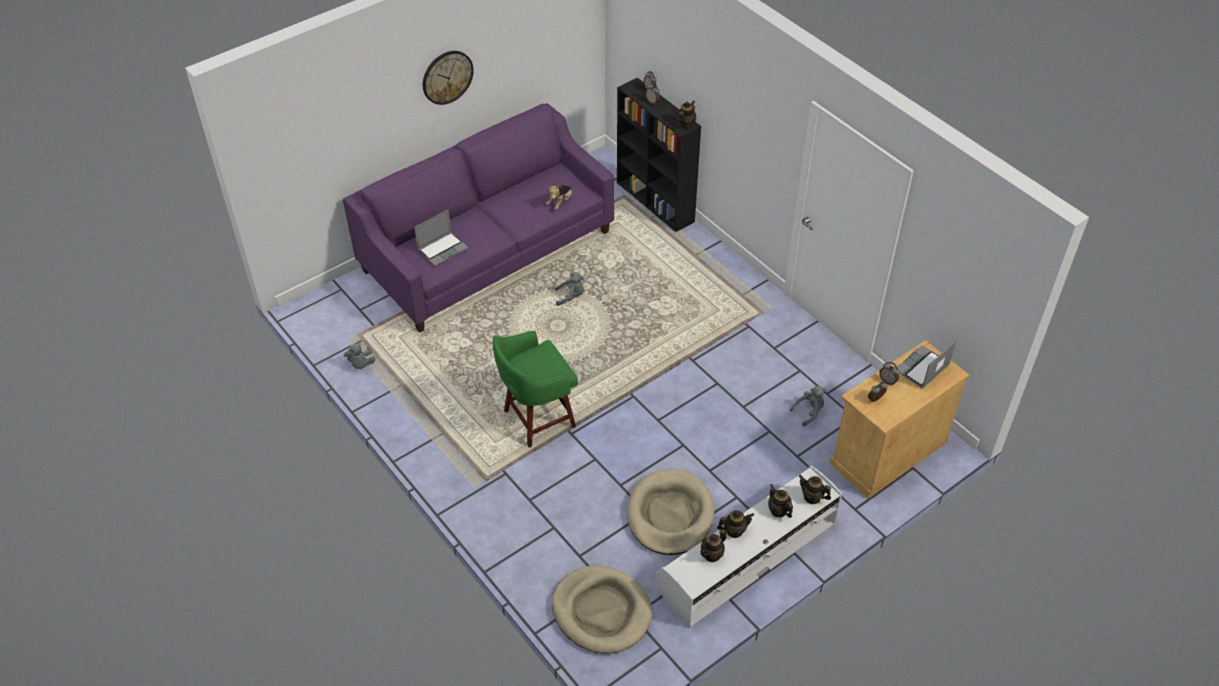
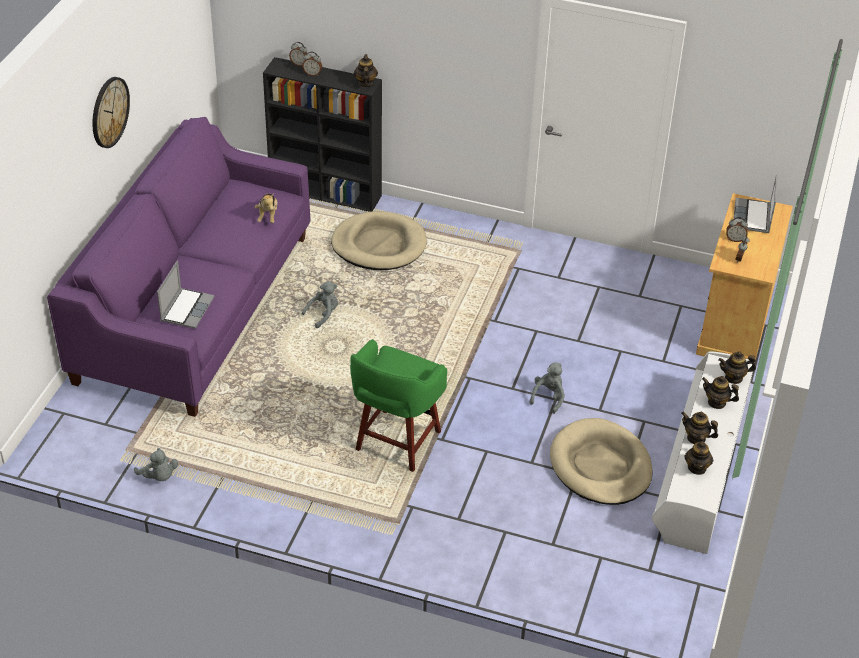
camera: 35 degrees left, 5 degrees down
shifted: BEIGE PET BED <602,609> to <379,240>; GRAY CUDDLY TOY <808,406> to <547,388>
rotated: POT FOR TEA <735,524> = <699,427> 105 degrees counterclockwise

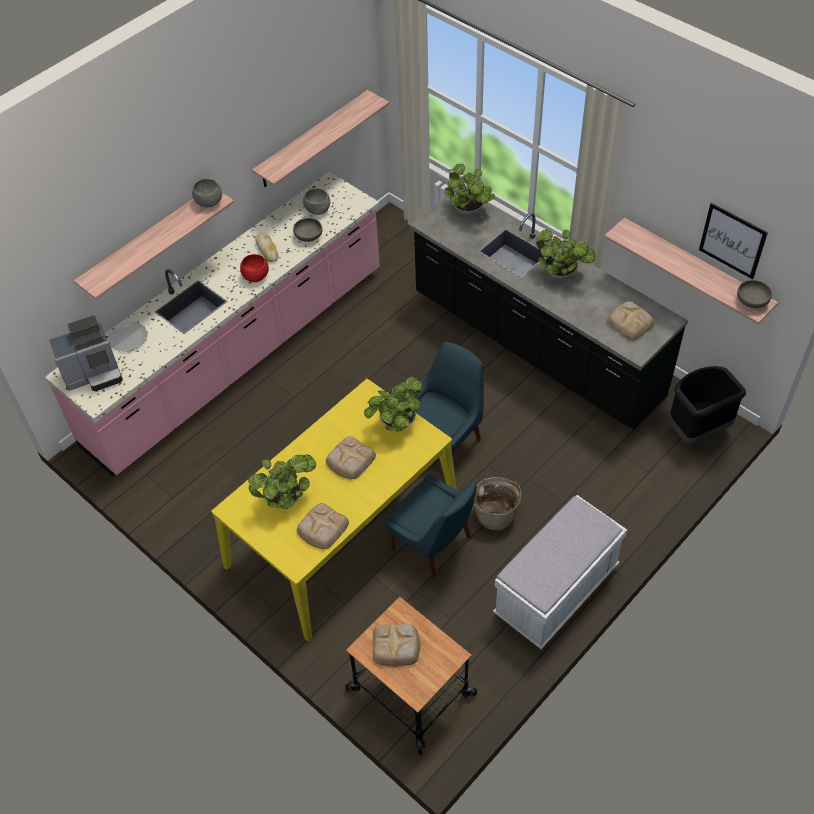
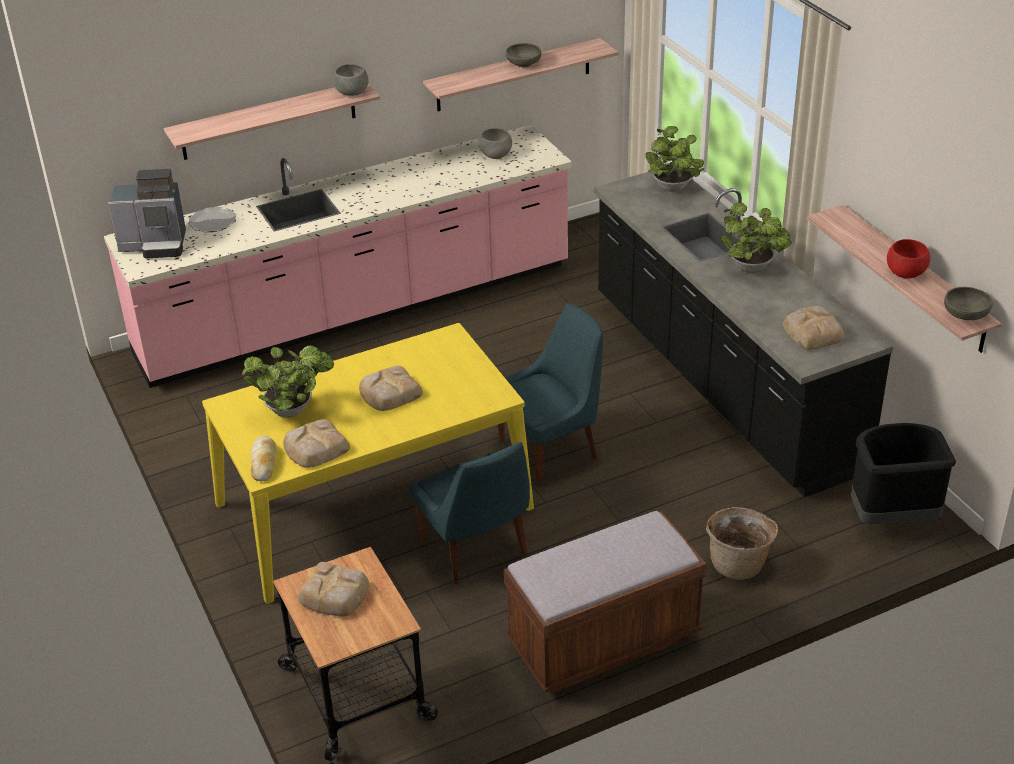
camera: 20 degrees right, 15 degrees down
gone: POTTED PLANT <393,404>; WALL PICTURE <733,241>
shifted: RED SERVING BOWL <254,268> to <908,259>; BAKERY BREAD <267,247> to <263,458>; GRAY SERVING BOWL <307,230> to <523,55>; BASKET <497,503> to <742,543>
repainted: WHITE-COLOURED BENCH <560,572> to BROWNISH BENCH <605,602>

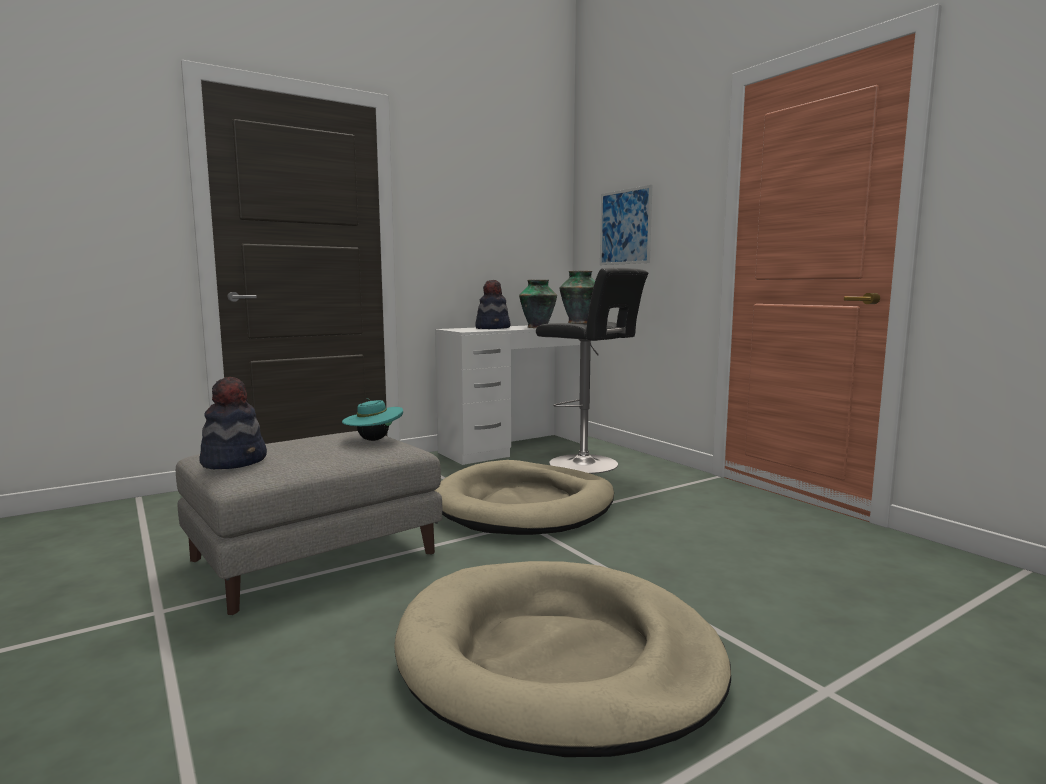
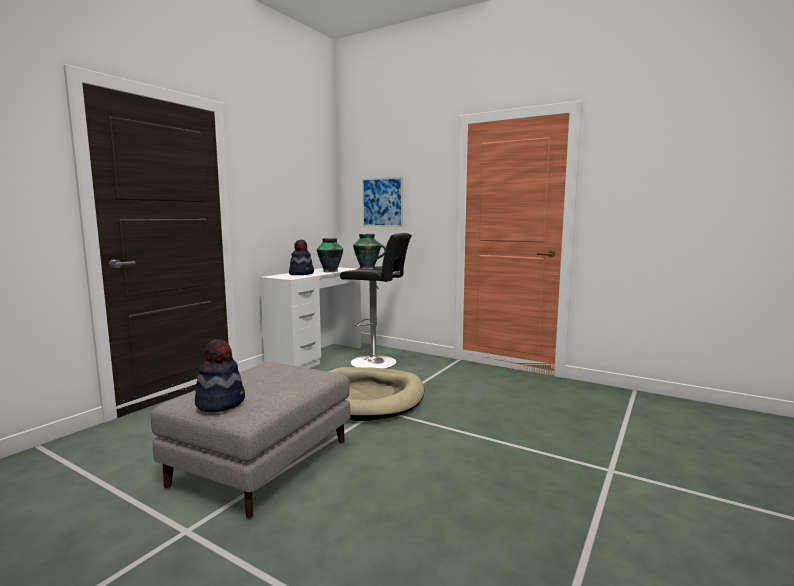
camera: 25 degrees left, 0 degrees up
gone: BLUE-GREEN HAT <372,419>; BEIGE PET BED <562,659>

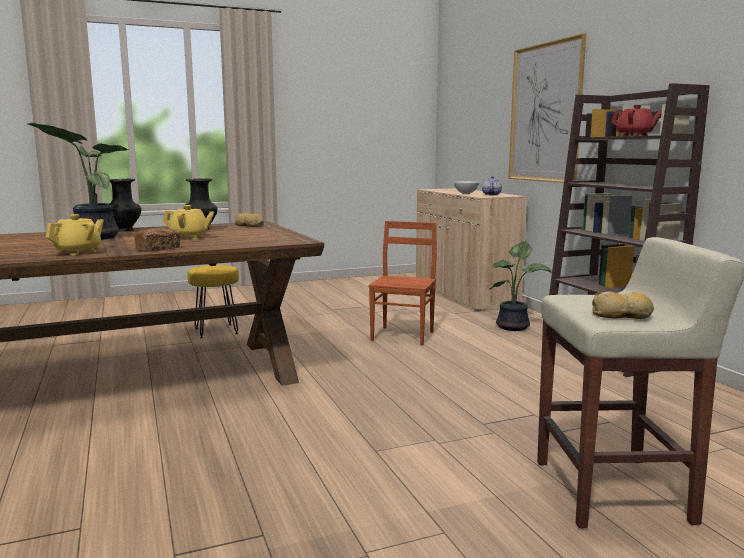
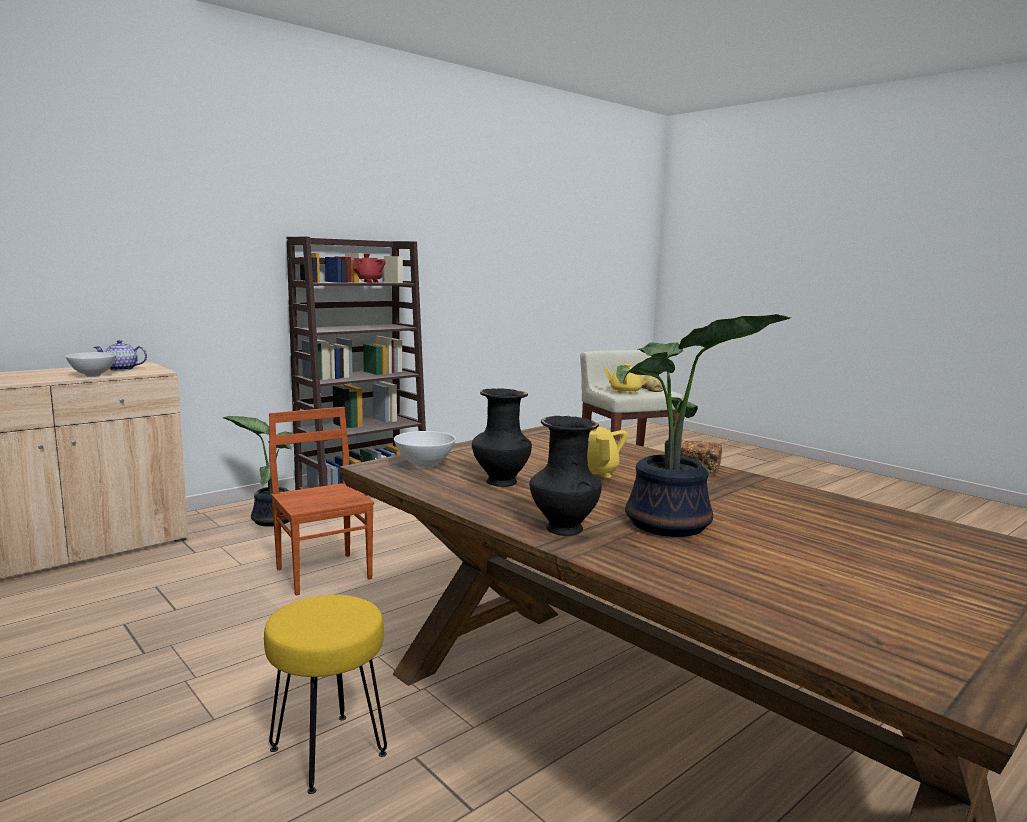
camera: 110 degrees left, 0 degrees up
gone: WALL PICTURE <547,108>
shifted: YELLOWISH POT FOR TEA <75,234> to <626,379>
swapped: BAKERY BREAD <249,220> to WHITE-COLOURED SERVING BOWL <425,450>
rotated: BROWNISH CHAIR <402,283> = <321,501> 60 degrees clockwise

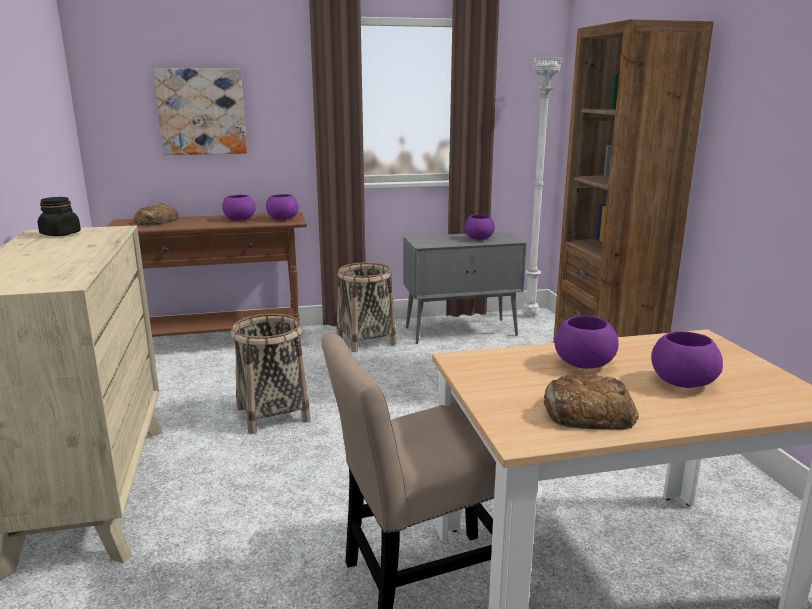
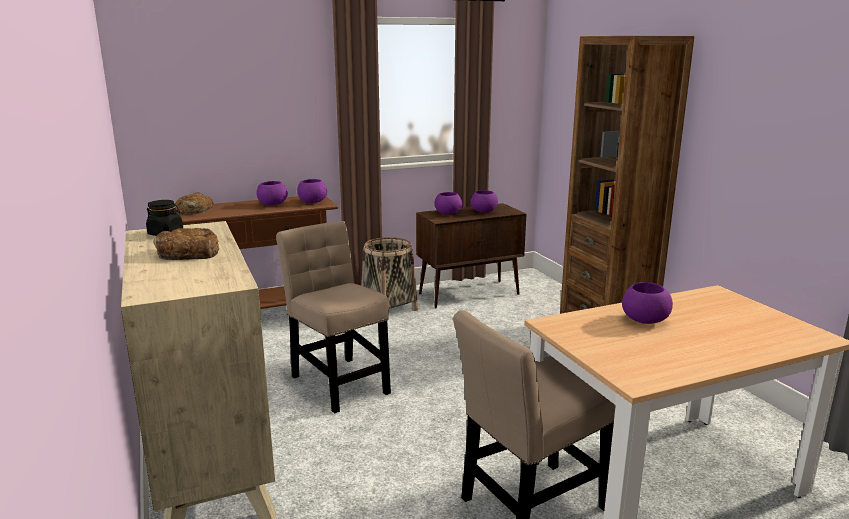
camera: 10 degrees left, 0 degrees up
gone: WALL PICTURE <200,111>; WHITE-COLOURED STANDARD LAMP <543,187>
shifted: BAKERY BREAD <591,402> to <186,244>; PURPLISH SERVING BOWL <687,359> to <448,203>
swapped: BASKET <270,374> to BEIGE CHAIR <333,317>
repainted: GRAY CUPBOARD <464,287> to BROWNISH CUPBOARD <471,255>

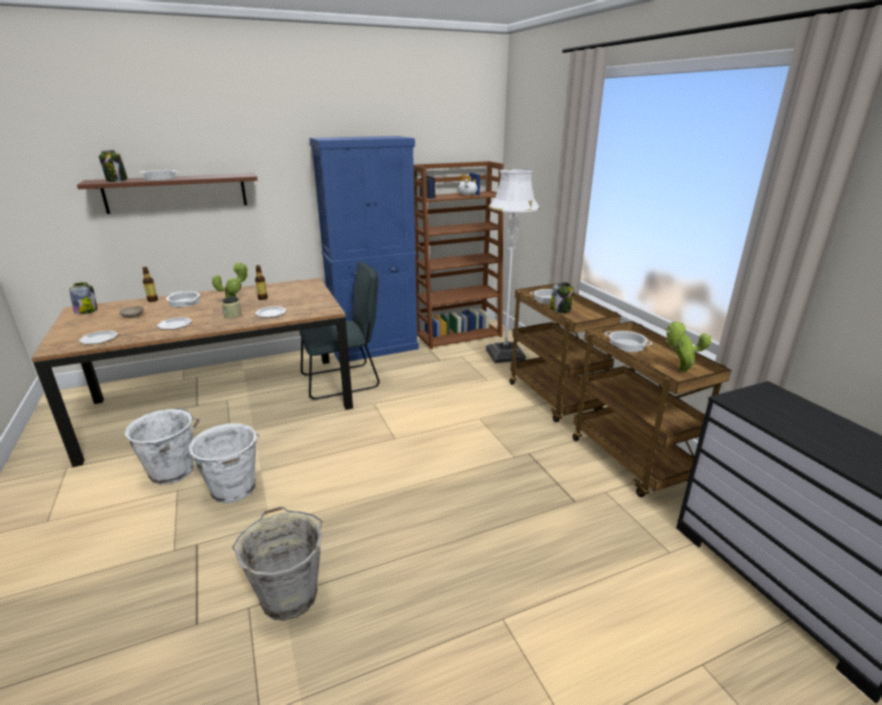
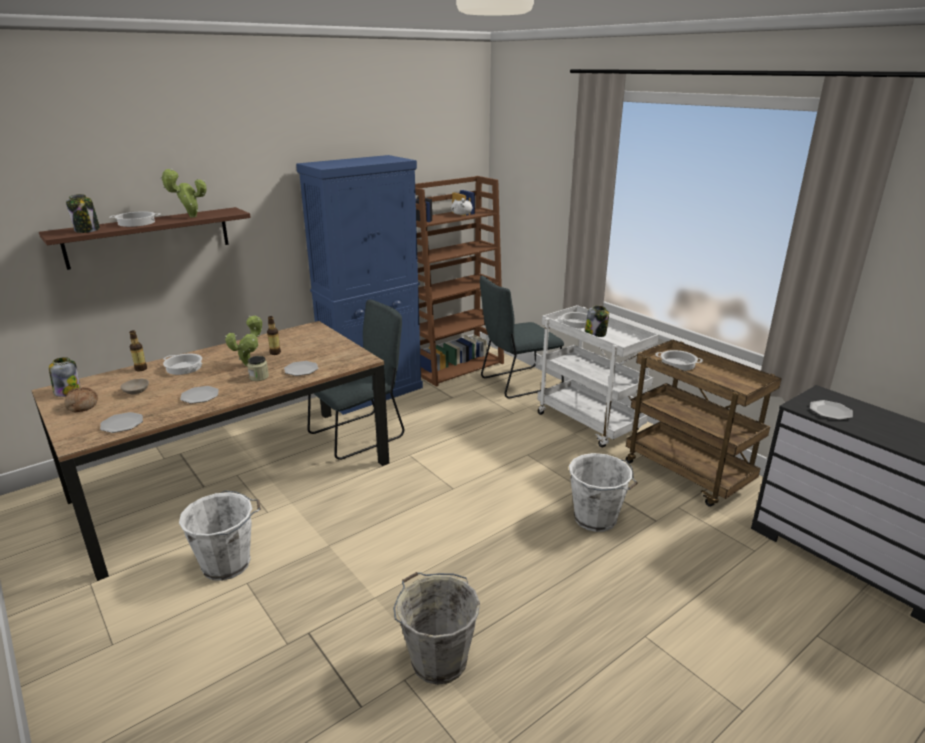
camera: 15 degrees left, 0 degrees up
new: BAKERY BREAD <81,399>; PLATE <831,410>
shifted: WHITE-COLOURED BUCKET <223,463> to <603,492>; POTTED PLANT <689,347> to <183,193>
swapped: WHITE-COLOURED STANDARD LAMP <513,266> to GRAY CHAIR <522,337>
repainted: BROWNISH CART <565,353> to WHITE-COLOURED CART <598,376>

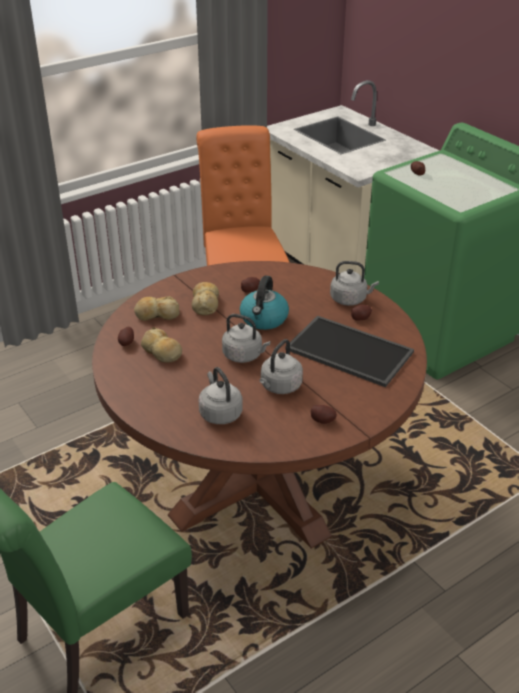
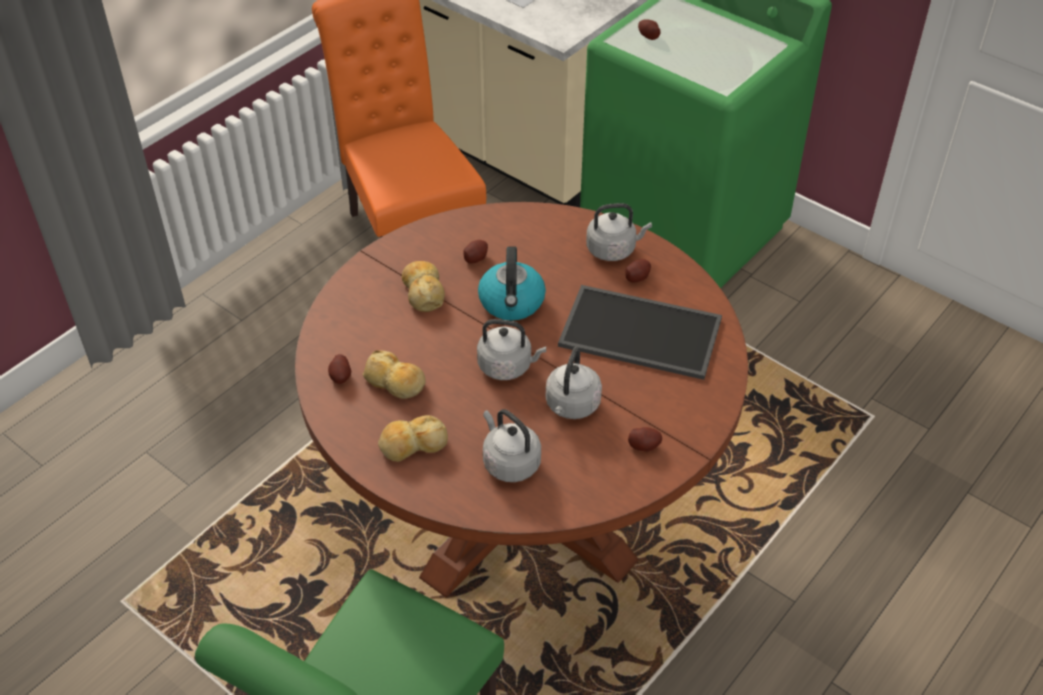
camera: 15 degrees left, 10 degrees up
shifted: BAKERY BREAD <156,308> to <413,438>

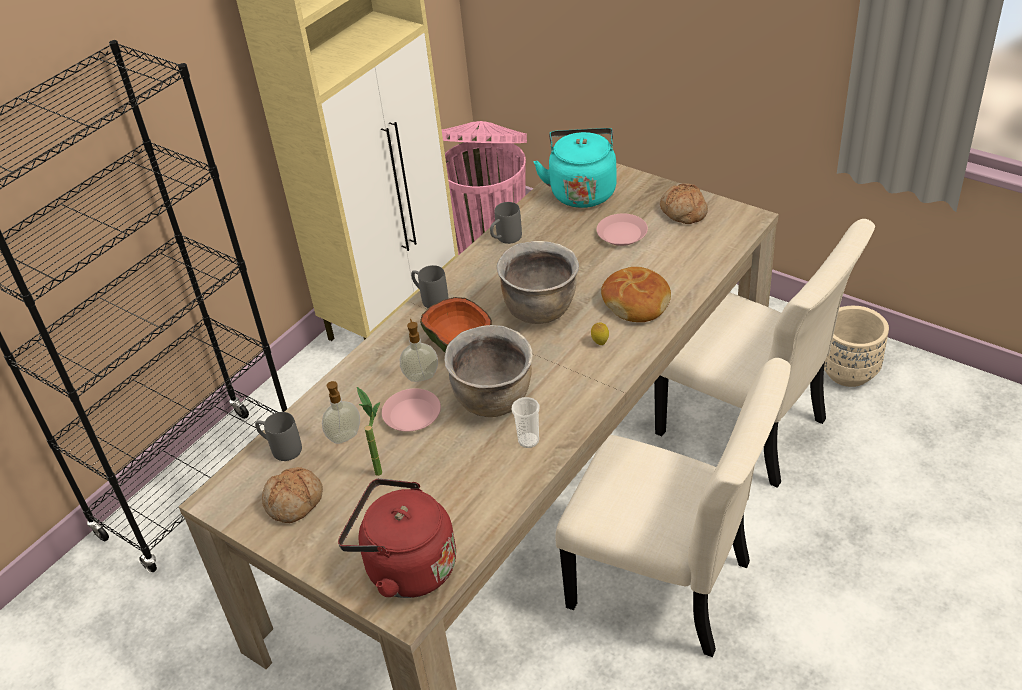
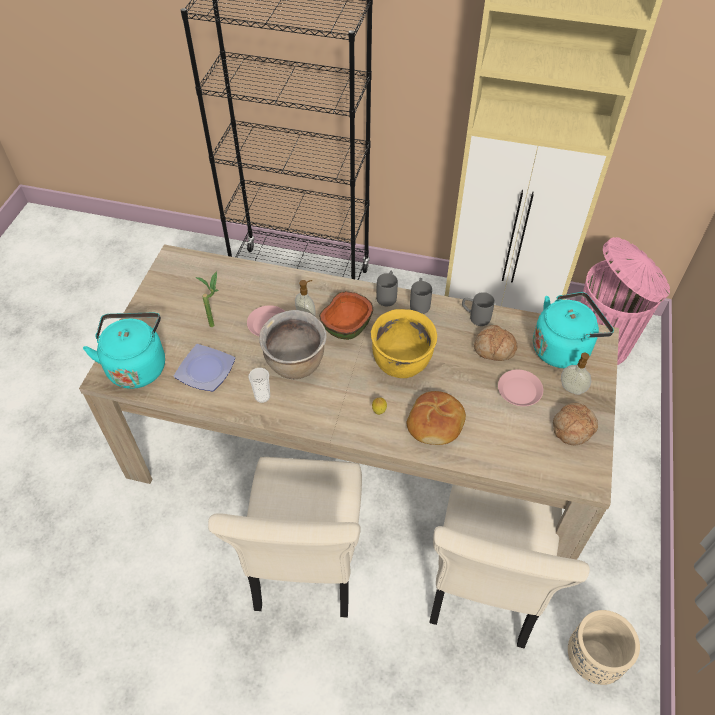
camera: 65 degrees right, 10 degrees up
new: PLATE <204,368>
shifted: GRAY TEA MUG <278,436> to <421,296>; BAKERY BREAD <292,495> to <495,343>; SOAP BOTTLE <341,412> to <576,374>
repainted: RED WATER KETTLE <397,538> to BLUE-GREEN WATER KETTLE <124,351>; BROWNISH SAUCEPOT <538,282> to YELLOWISH SAUCEPOT <404,343>

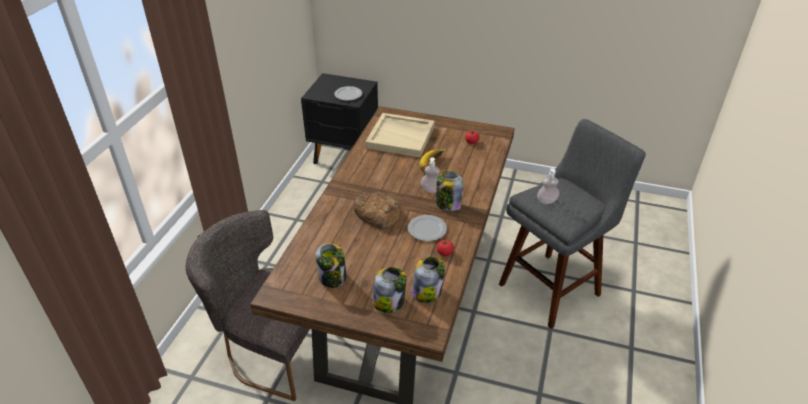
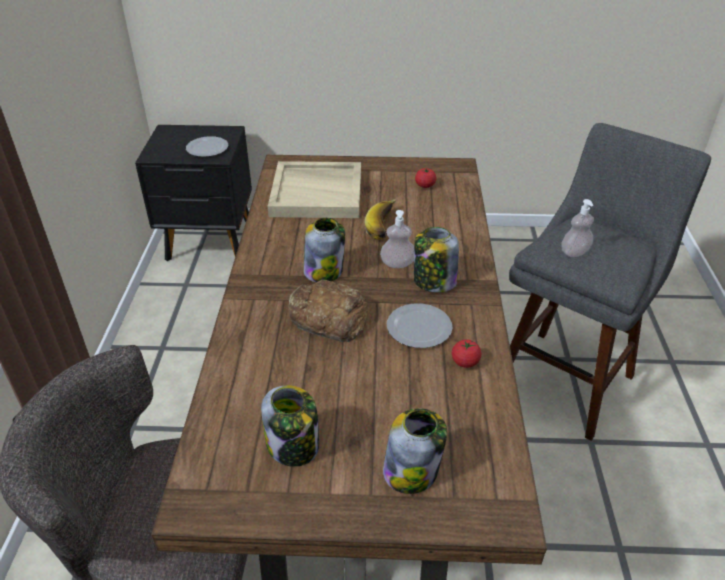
camera: 15 degrees left, 0 degrees up
shifted: PRESERVE JAR <428,280> to <324,250>

